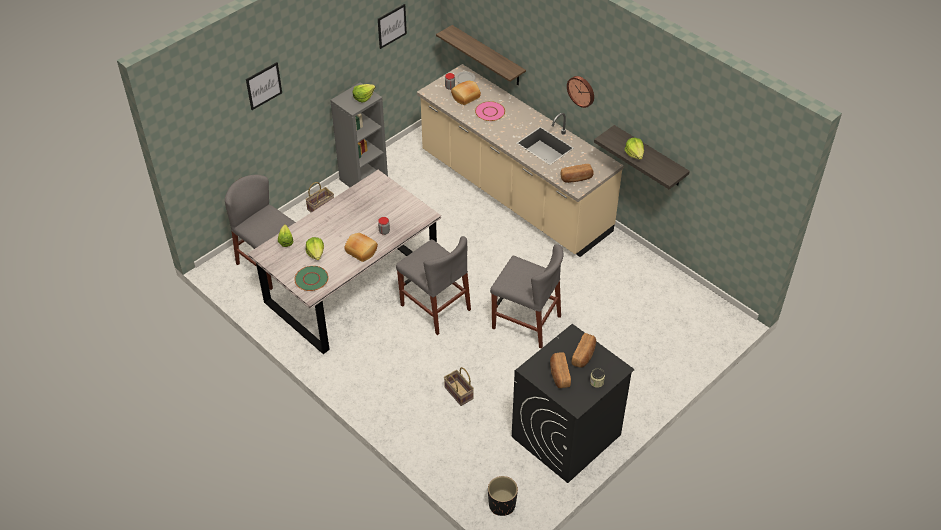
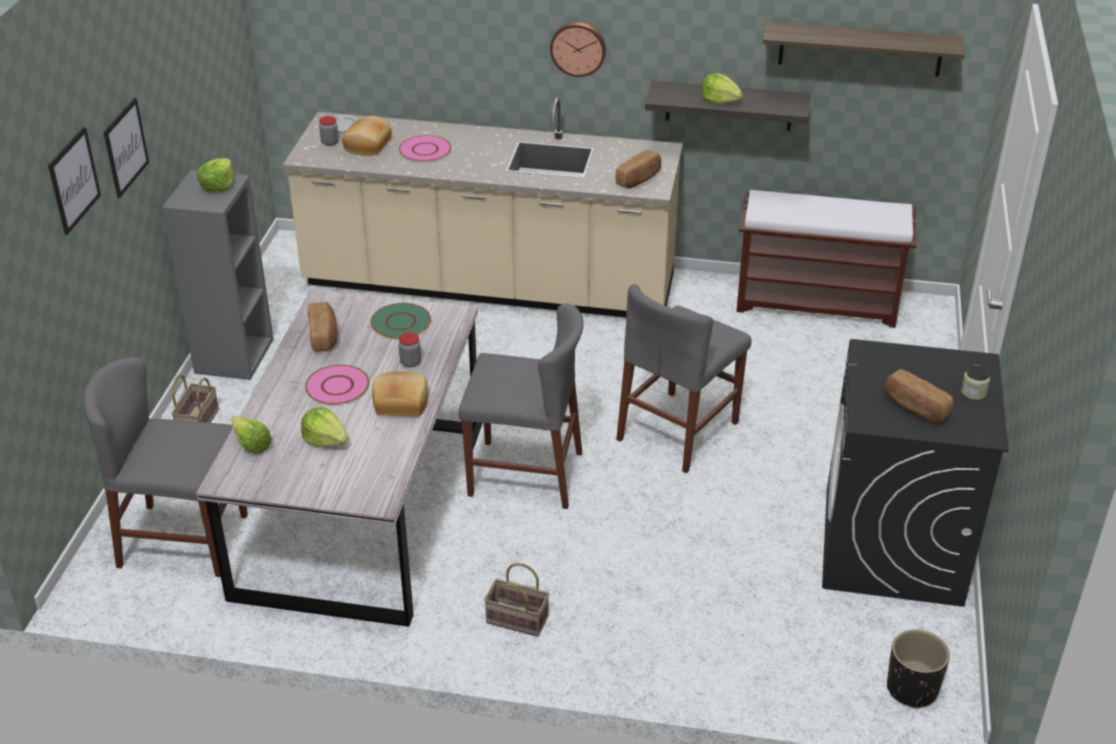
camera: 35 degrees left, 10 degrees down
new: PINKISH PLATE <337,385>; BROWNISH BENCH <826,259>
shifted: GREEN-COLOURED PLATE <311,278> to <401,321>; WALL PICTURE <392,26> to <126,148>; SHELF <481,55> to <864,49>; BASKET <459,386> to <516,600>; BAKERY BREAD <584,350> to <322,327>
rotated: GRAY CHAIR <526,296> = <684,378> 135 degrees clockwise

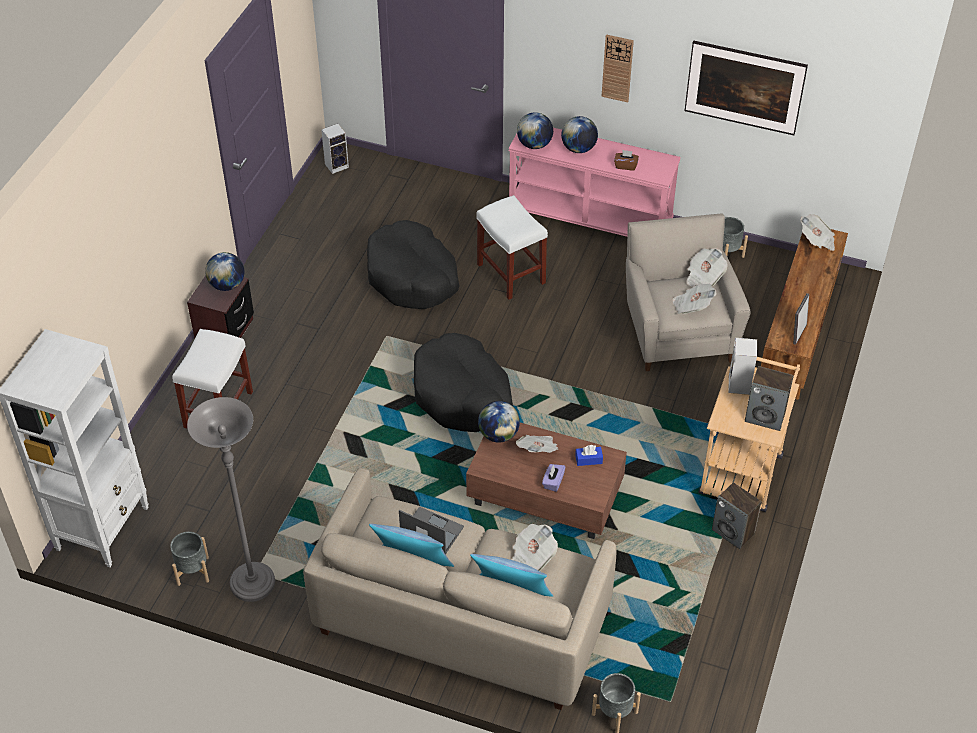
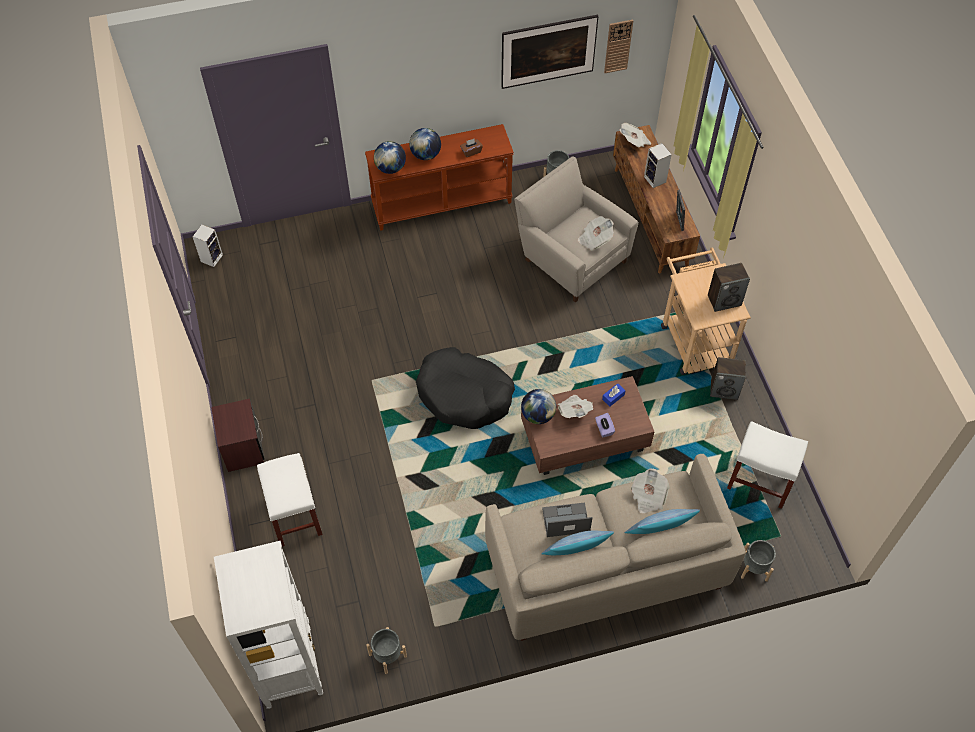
camera: 35 degrees left, 10 degrees up
gone: GRAY STANDARD LAMP <231,499>; DESK GLOBE <224,271>; BLACKISH PET BED <413,264>; DAILY PAPER <707,267>
shifted: WHITE-COLOURED STOOL SEAT <512,247> to <767,465>; WALL CLOCK <618,68> to <618,46>; LOUDSPEAKER <742,366> to <658,165>
repainted: PINKISH NARROW TABLE <594,182> to BROWNISH NARROW TABLE <439,177>

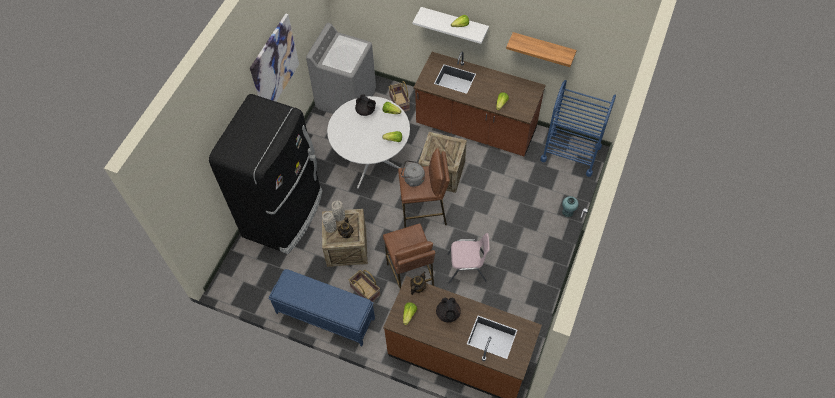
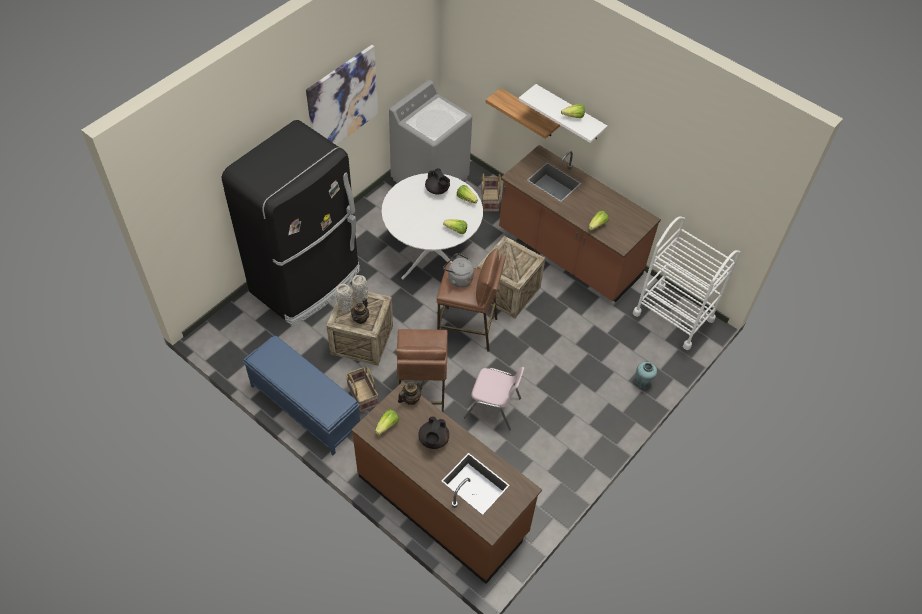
camera: 15 degrees right, 5 degrees down
shifted: SHELF <541,49> to <522,113>
repainted: BLUE CART <578,128> to WHITE-COLOURED CART <686,283>

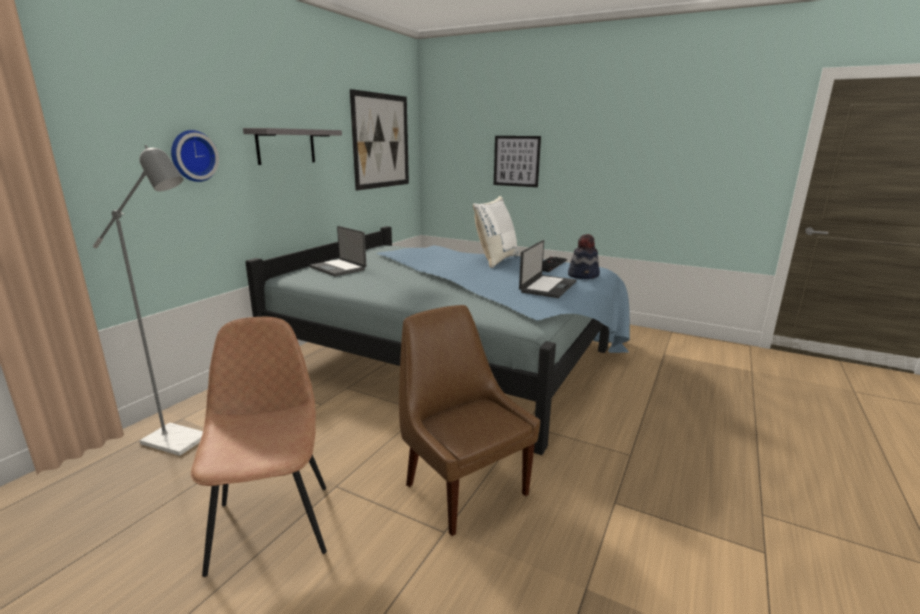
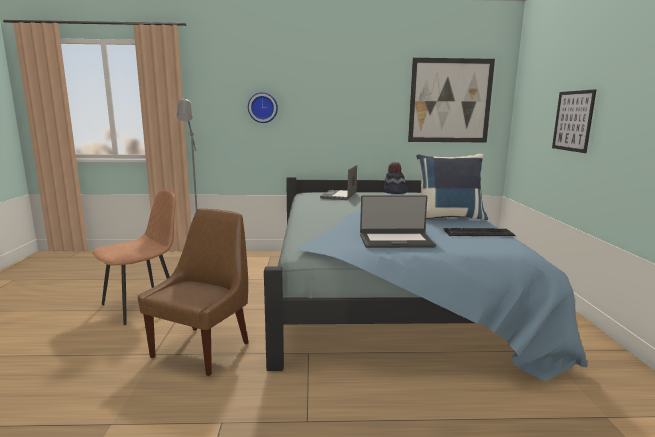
camera: 60 degrees right, 5 degrees down
gone: GRAY SHELF <292,146>
shifted: HAT <584,256> to <395,178>
repainted: WHITE-COLOURED PILLOW <496,232> to BLUE PILLOW <452,187>

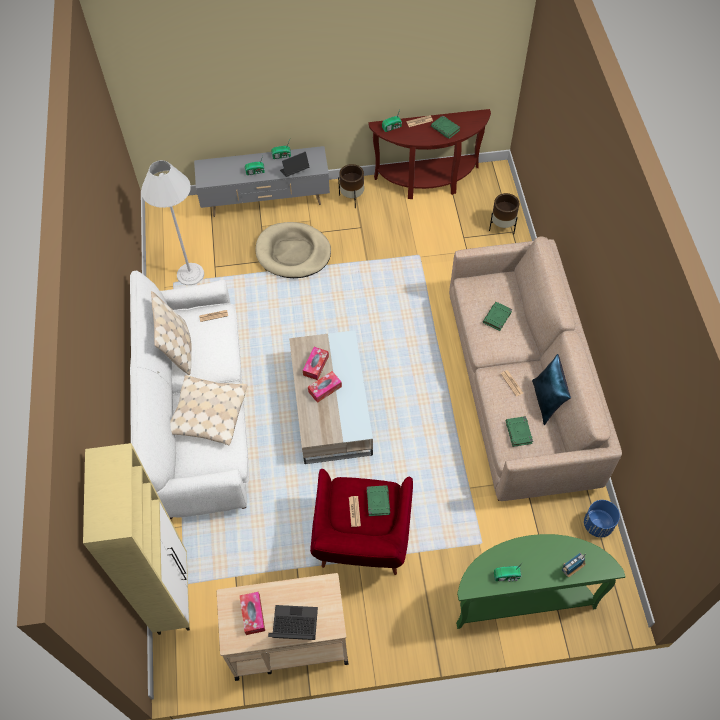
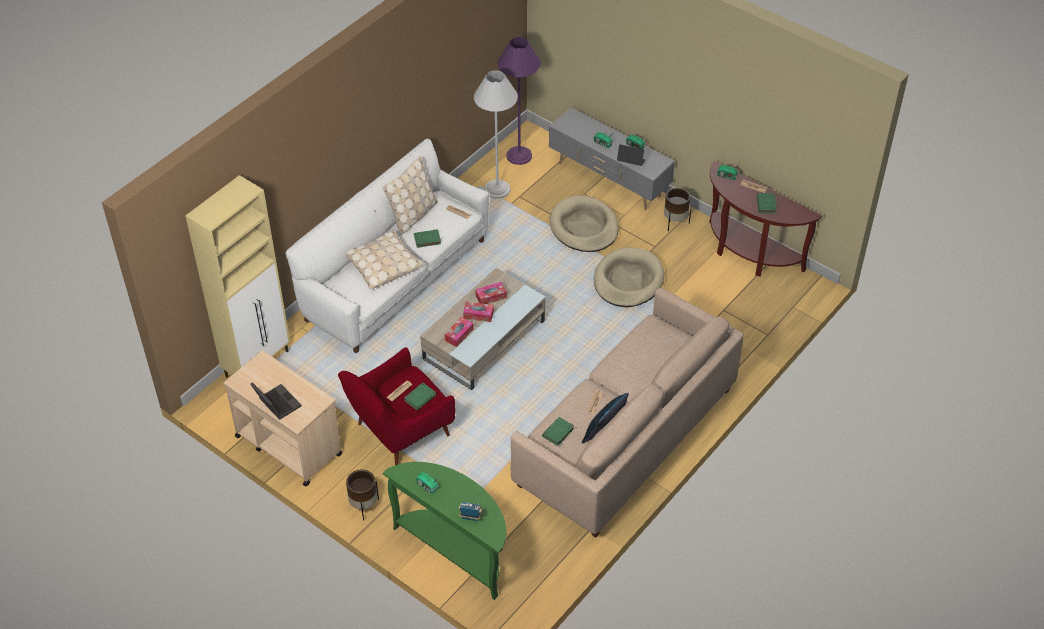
camera: 45 degrees right, 10 degrees down
gone: BLUE PLANT POT <602,519>
new: PURPLISH STANDARD LAMP <519,101>; BEIGE PET BED <629,277>
shifted: TISSUE BOX <252,613> to <459,332>; GREEN-COLOURED BOUND BOOK <497,316> to <427,238>; BROWNISH PLANT POT <504,214> to <362,494>

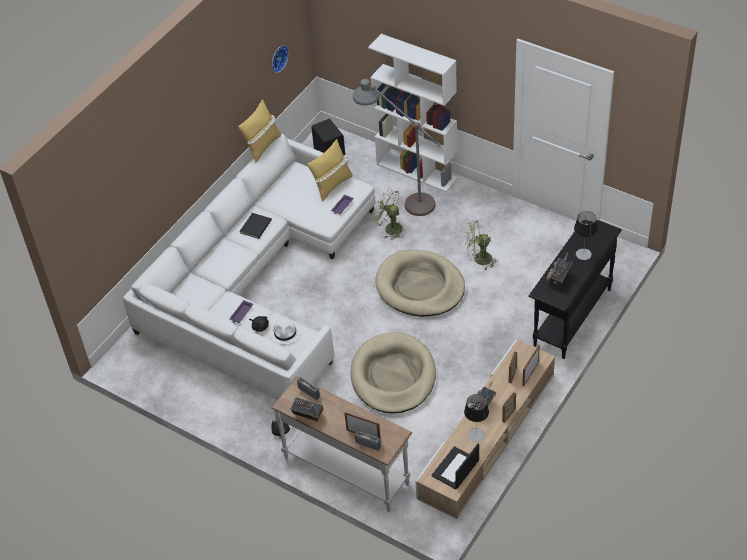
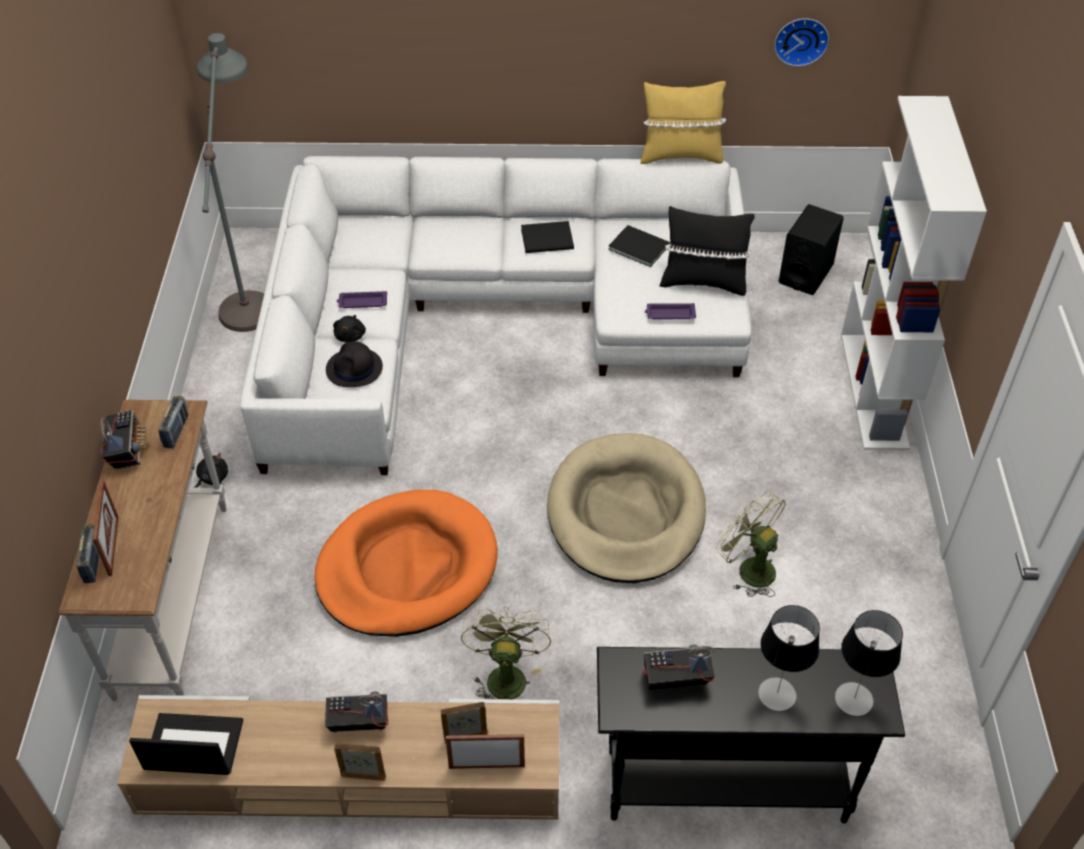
camera: 55 degrees right, 0 degrees up
new: BLACKISH BOUND BOOK <639,246>
shifted: GRAY STANDARD LAMP <397,147> to <230,182>; GREEN-COLOURED COOLING FAN <388,214> to <506,652>; TABLE LAMP <476,418> to <869,663>
repainted: WHITE-COLOURED HAT <285,331> to BLACKISH HAT <354,364>; YELLOWISH PILLOW <330,170> to BLACKISH PILLOW <707,251>; BEIGE PET BED <393,373> to ORANGE-COLOURED PET BED <406,563>

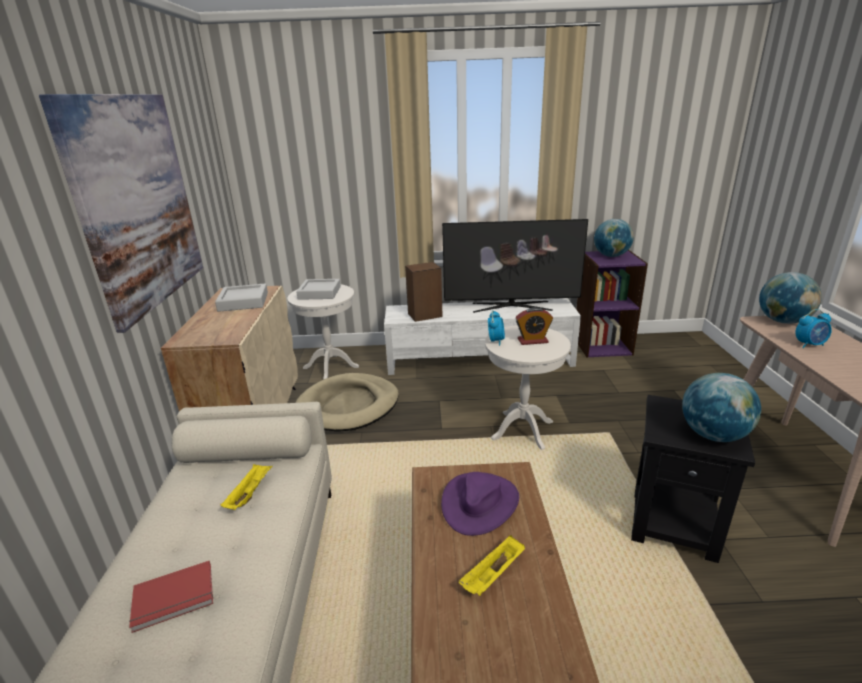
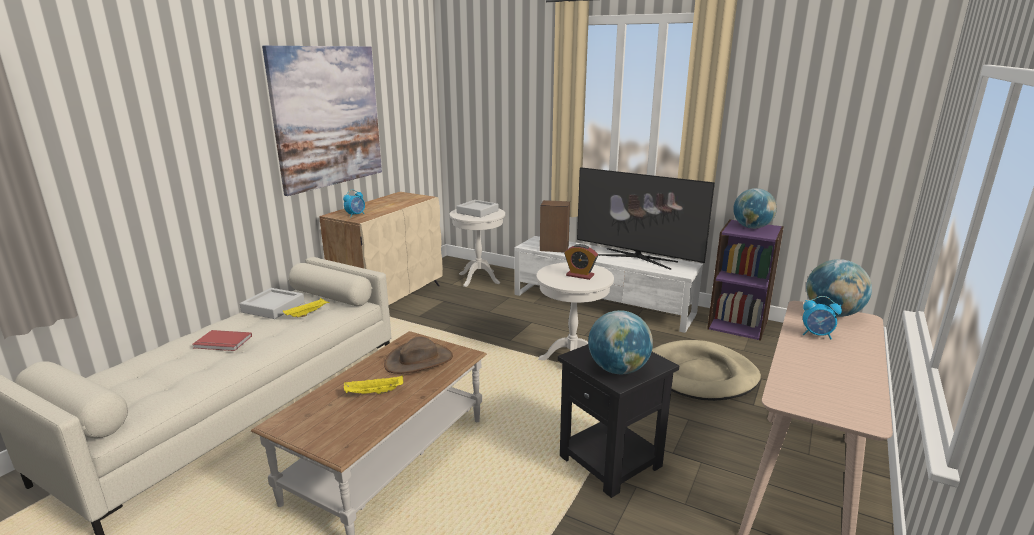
camera: 30 degrees right, 5 degrees down
shifted: GRAY SERVING TRAY <241,298> to <272,303>; BEIGE PET BED <347,402> to <706,370>; BEDSIDE CLOCK <496,328> to <354,203>
repainted: PURPLISH HAT <480,504> to BROWNISH HAT <418,355>

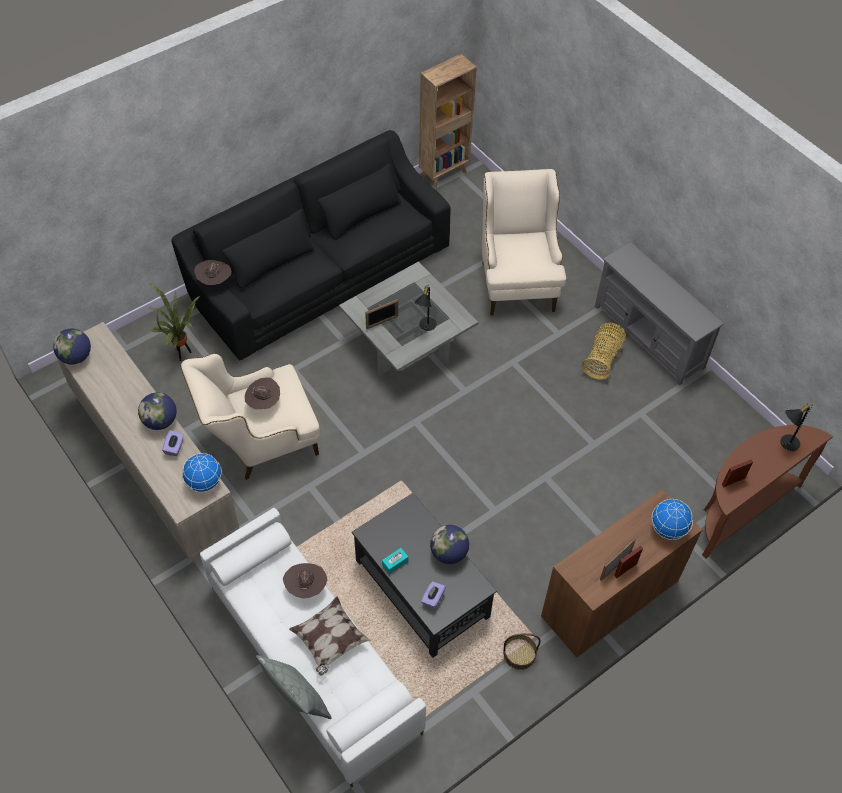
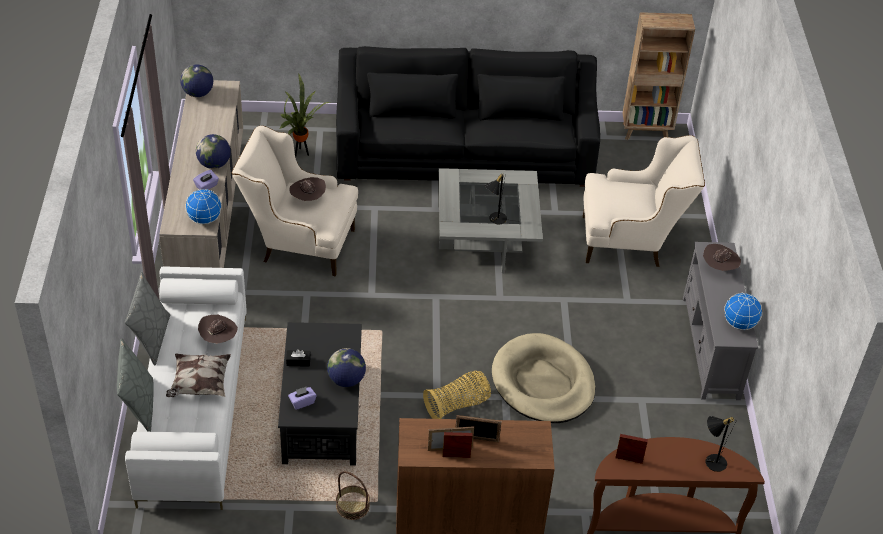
camera: 35 degrees right, 10 degrees down
new: GRAY PILLOW <147,318>; BEIGE PET BED <544,378>
shifted: BROWNISH HAT <213,272> to <722,257>; PHOTO FRAME <381,314> to <478,428>; BASKET <603,351> to <457,395>; DESK GLOBE <672,519> to <743,311>
repainted: BLUE-GREEN TISSUE BOX <395,561> to BLACKISH TISSUE BOX <298,358>
rotated: BEIGE EASY CHAIR <524,242> = <644,201> 60 degrees clockwise

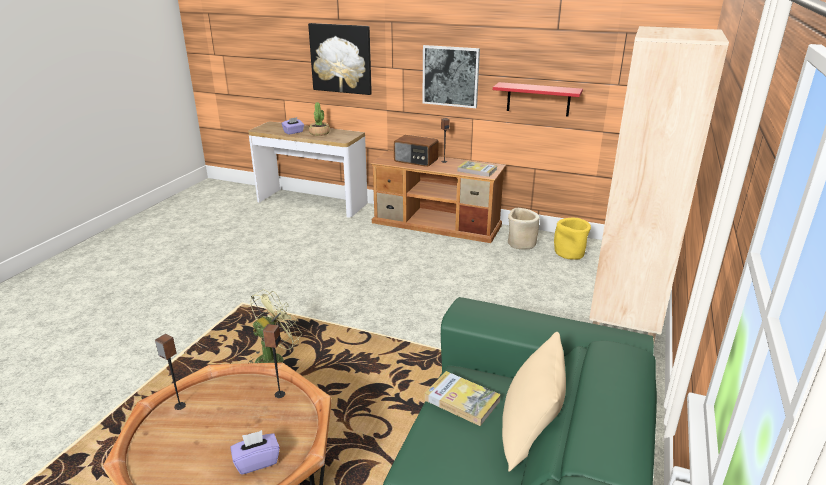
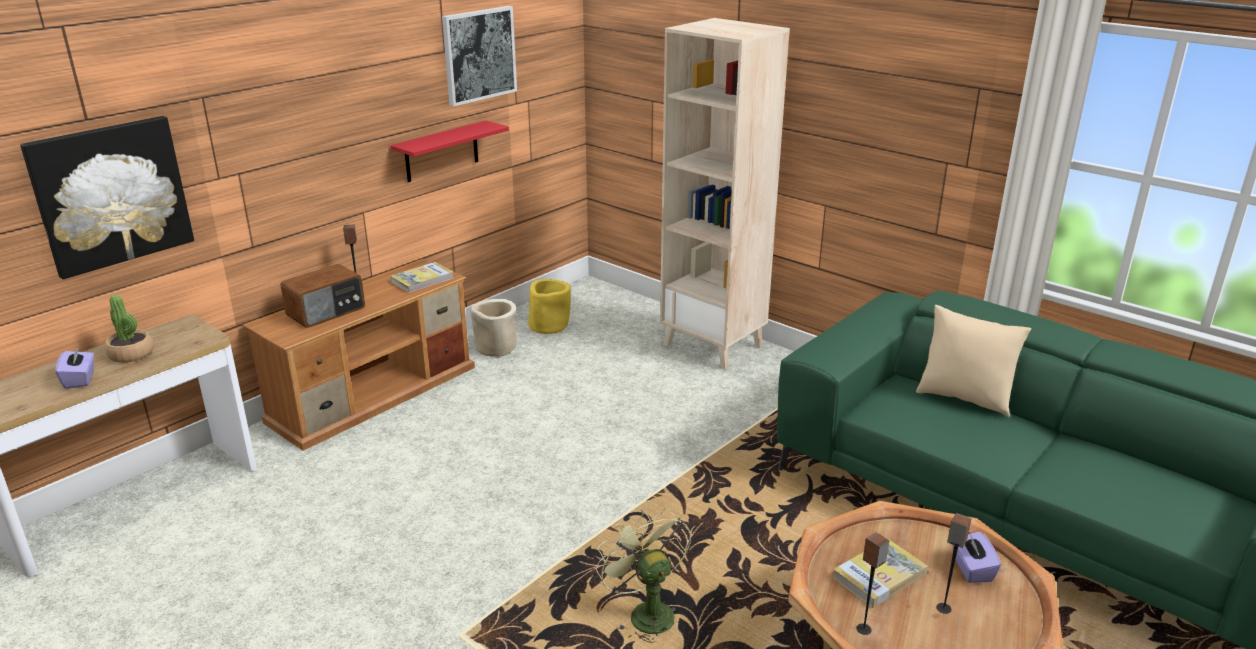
camera: 70 degrees left, 0 degrees up
shifted: LOUDSPEAKER <274,361> to <953,563>; WALL PICTURE <451,76> to <479,56>; BOUND BOOK <462,398> to <880,573>

